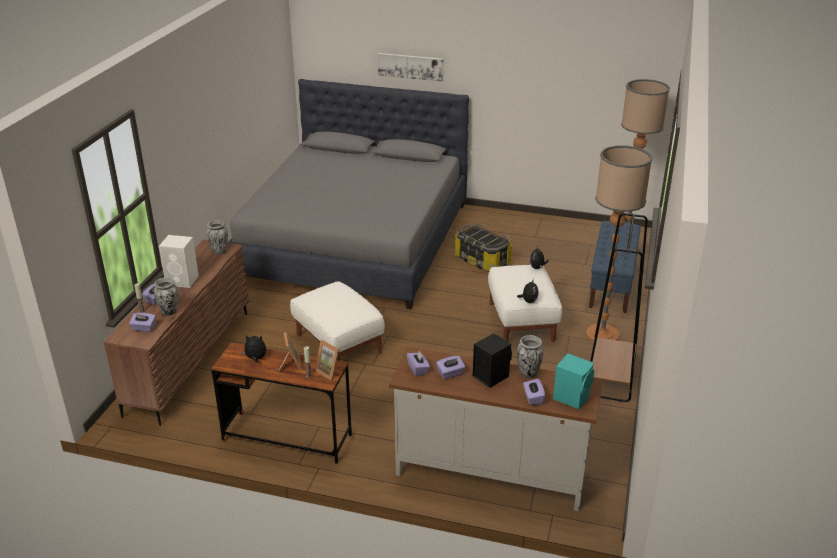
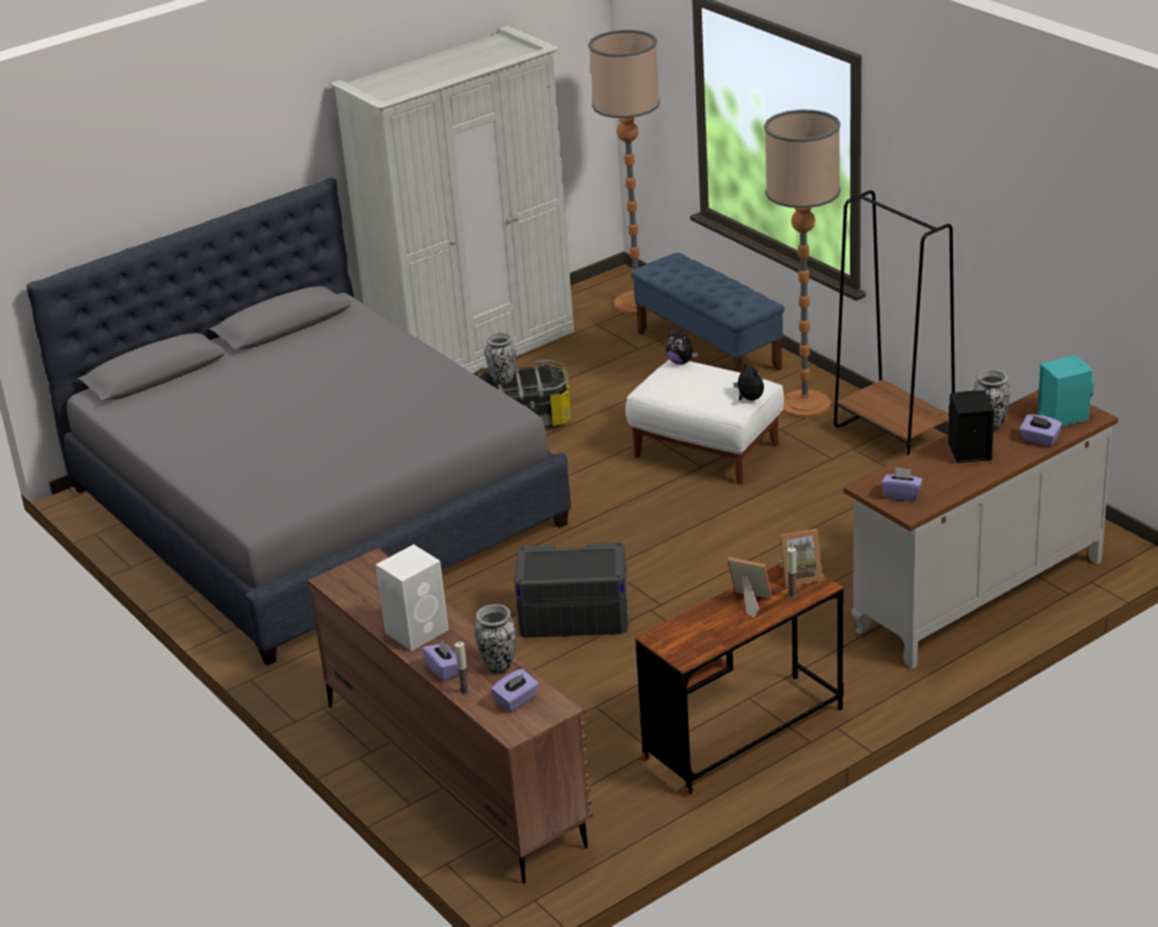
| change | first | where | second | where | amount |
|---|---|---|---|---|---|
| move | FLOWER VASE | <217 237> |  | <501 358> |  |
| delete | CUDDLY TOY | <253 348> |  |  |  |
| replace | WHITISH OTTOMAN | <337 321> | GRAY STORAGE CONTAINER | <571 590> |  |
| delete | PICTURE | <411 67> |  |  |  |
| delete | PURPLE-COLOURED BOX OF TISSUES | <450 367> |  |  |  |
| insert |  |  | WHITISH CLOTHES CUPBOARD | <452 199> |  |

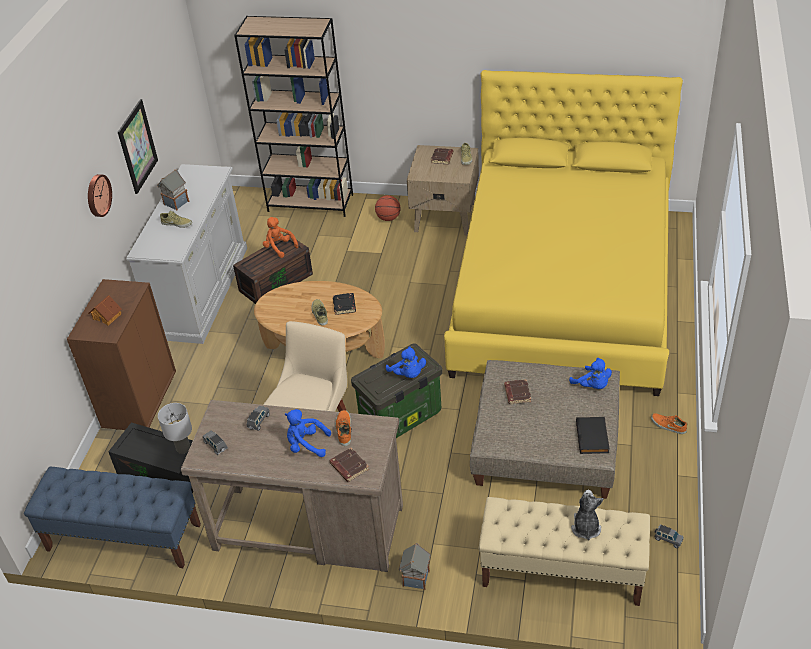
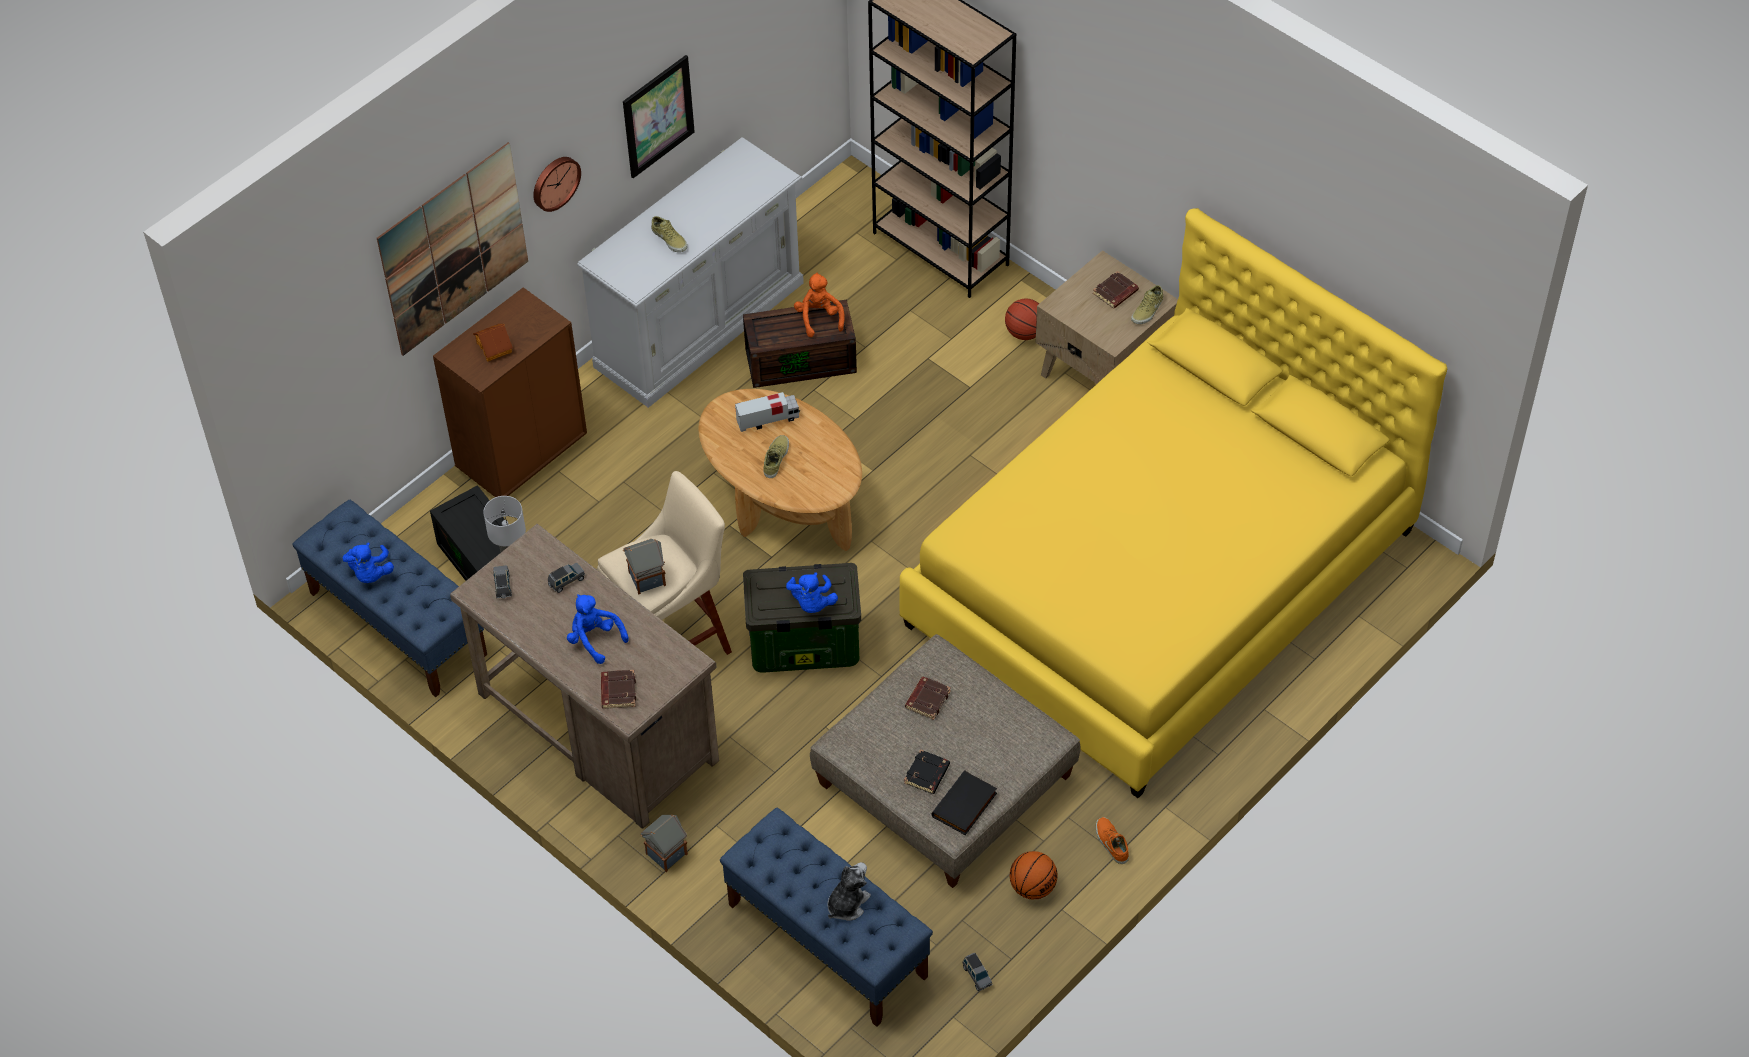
| change | first | where | second | where | amount |
|---|---|---|---|---|---|
| move | TOY HOUSE | <173 190> |  | <644 567> |  |
| move | BLACK-COLOURED VOLUME | <344 304> |  | <927 771> |  |
| delete | ORANGE ITEM OF FOOTWEAR | <343 428> |  |  |  |
| recolor | BEIGE INDOOR BENCH | <564 551> | BLUISH INDOOR BENCH | <826 917> |  |
| move | BLUISH CUDDLY TOY | <590 373> |  | <368 563> |  |
| insert |  |  | PICTURE | <452 249> |  |
| insert |  |  | TOY LORRY | <767 412> |  |
| insert |  |  | BASKETBALL | <1034 875> |  |

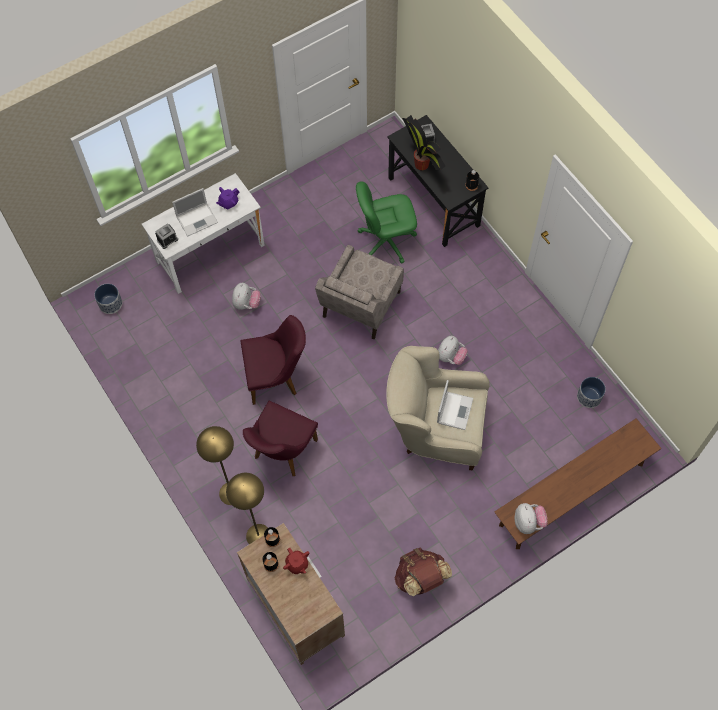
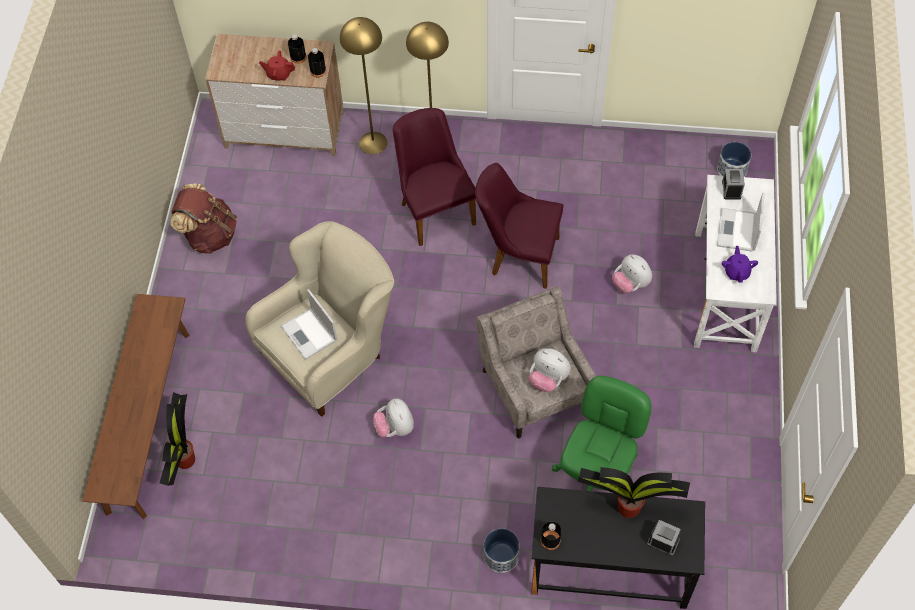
| change | first | where | second | where | amount |
|---|---|---|---|---|---|
| rotate | PURPLE-COLOURED CHAIR | <273 360> |  | <519 226> | 75 degrees clockwise |
| move | CUDDLY TOY | <531 518> |  | <550 370> |  |
| move | PLANT POT | <591 392> |  | <502 550> |  |
| insert |  |  | POTTED PLANT | <177 439> |  |

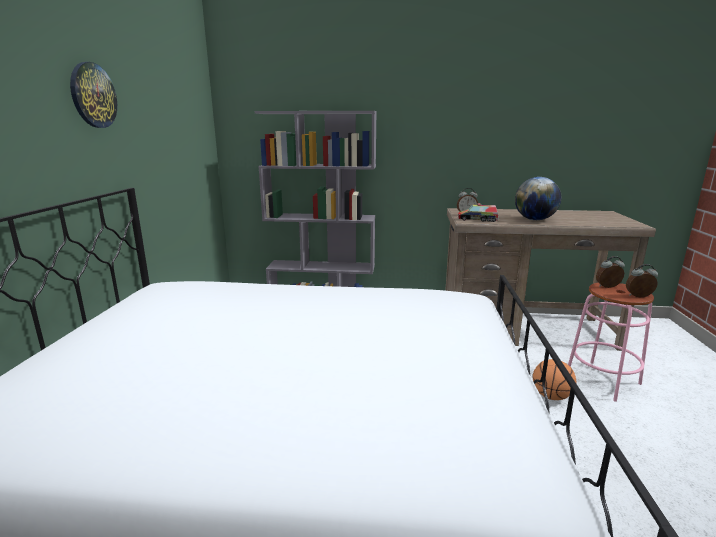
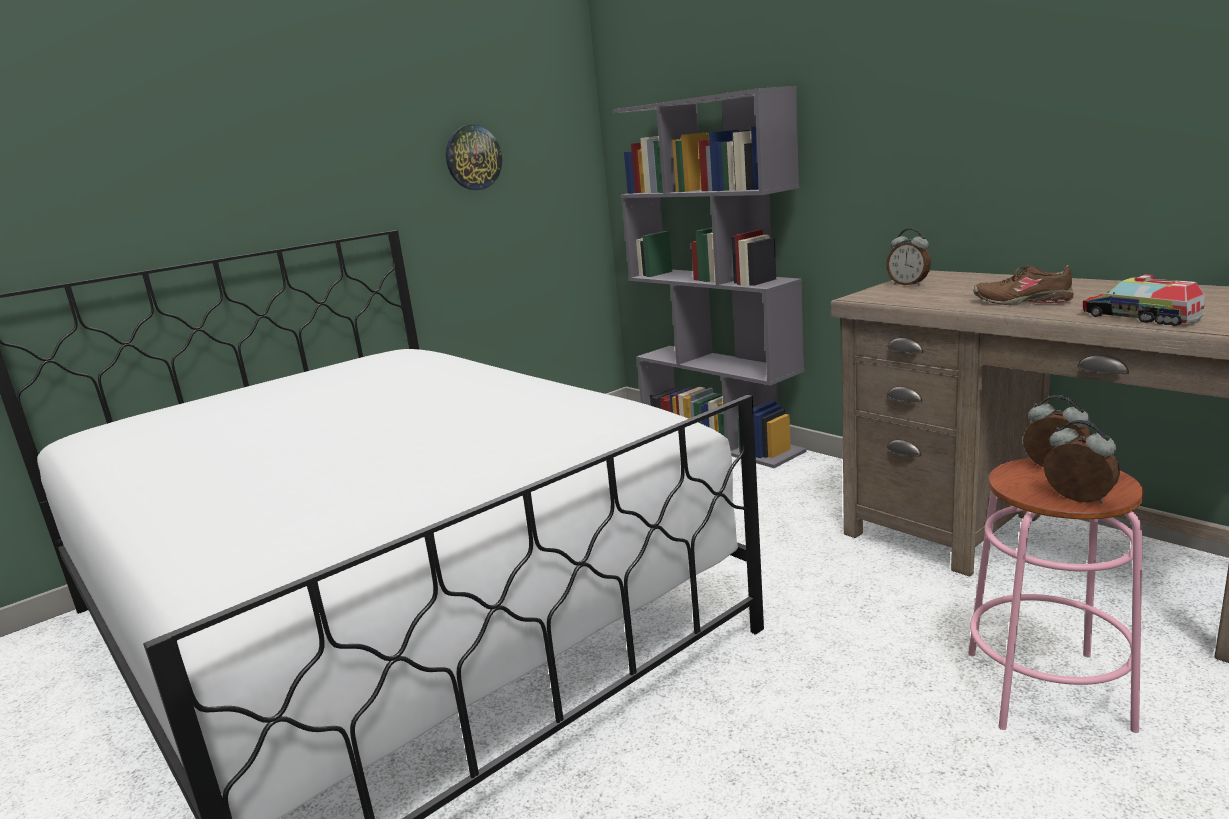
| change | first | where | second | where | amount |
|---|---|---|---|---|---|
| move | WALL CLOCK | <93 95> |  | <474 157> |  |
| move | TOY LORRY | <478 212> |  | <1143 300> |  |
| replace | GLOBE | <538 198> | BROWNISH ITEM OF FOOTWEAR | <1023 285> |  |
| delete | BASKETBALL | <554 379> |  |  |  |

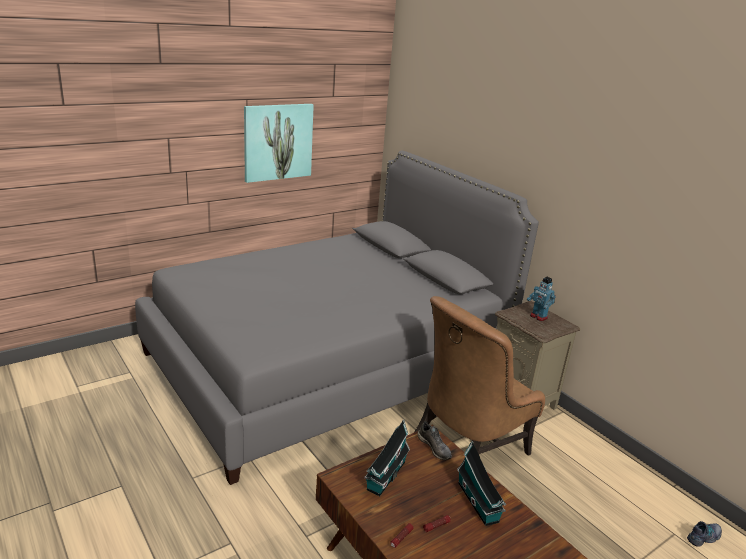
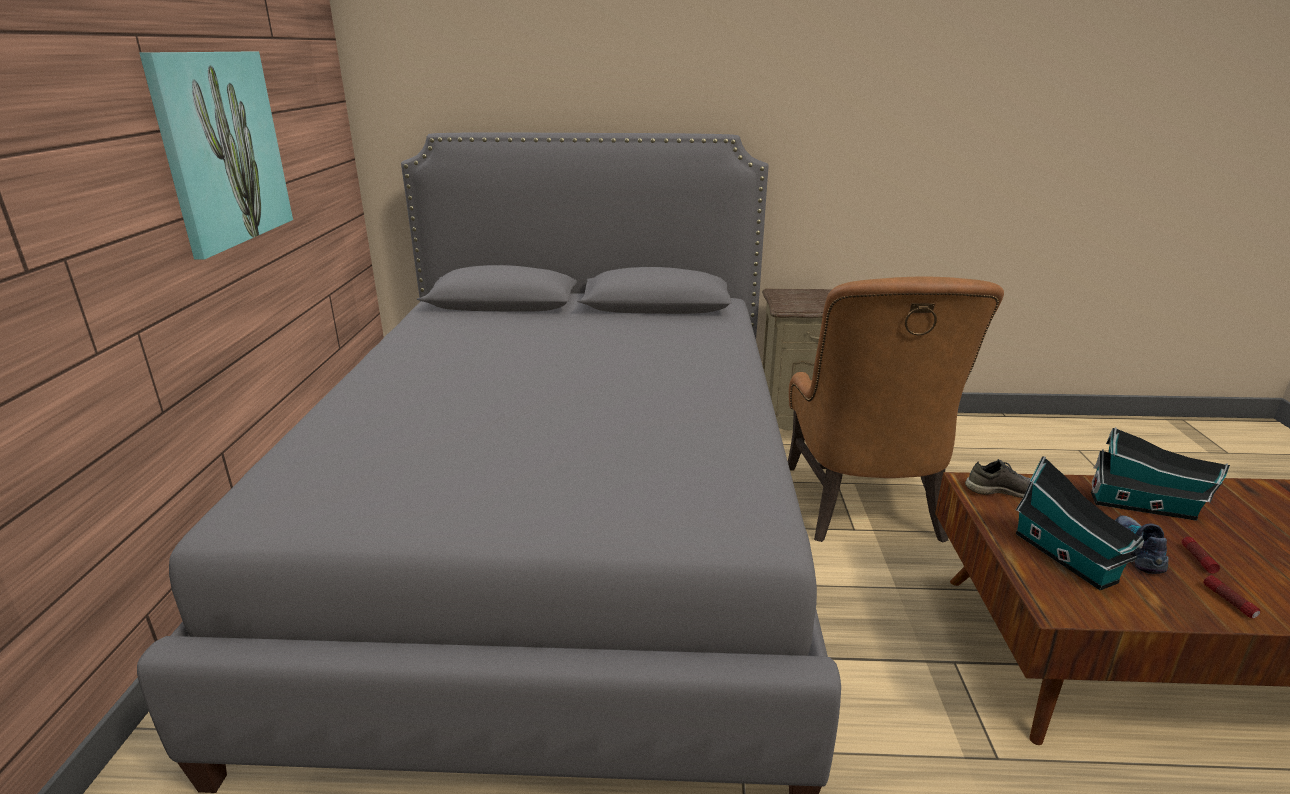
| change | first | where | second | where | amount |
|---|---|---|---|---|---|
| delete | ROBOT FIGURE | <541 299> |  |  |  |
| move | ITEM OF FOOTWEAR | <704 534> |  | <1142 545> |  |

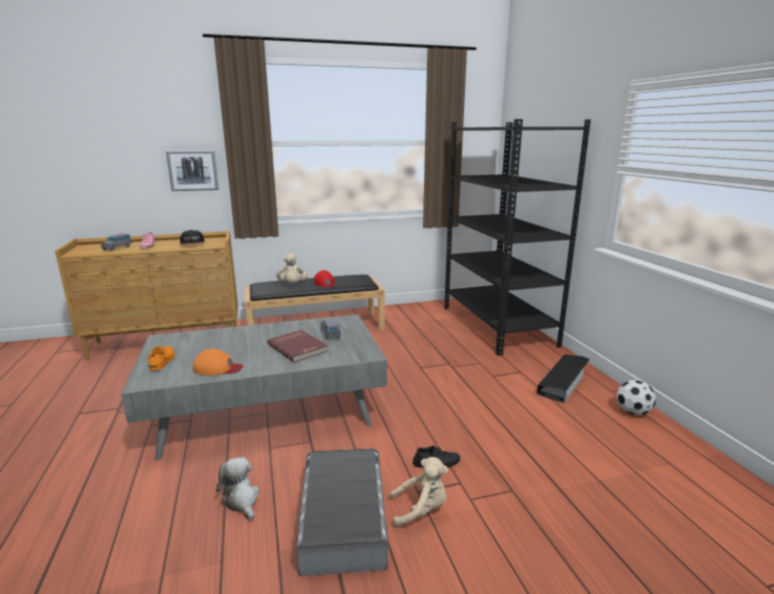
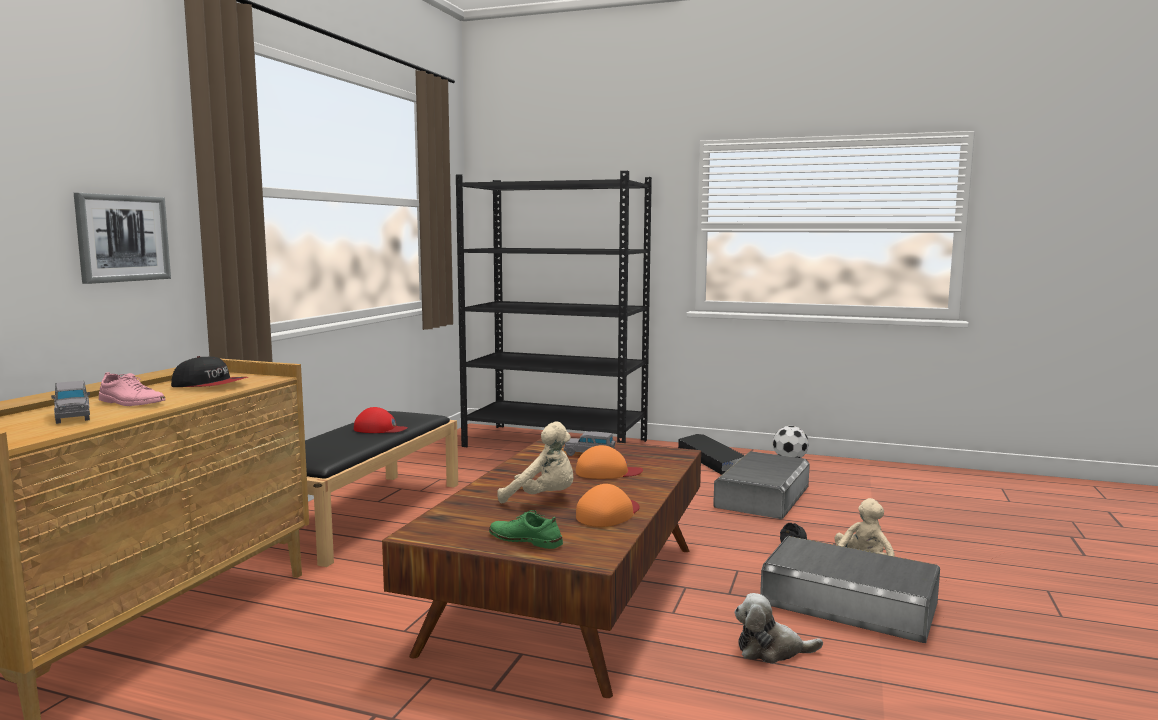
| change | first | where | second | where | amount |
|---|---|---|---|---|---|
| recolor | GRAY LOUNGE TABLE | <254 387> | BROWNISH LOUNGE TABLE | <541 568> |  |
| recolor | ORANGE ITEM OF FOOTWEAR | <161 358> | GREEN-COLOURED ITEM OF FOOTWEAR | <526 529> |  |
| replace | REDDISH VOLUME | <297 346> | ORANGE BASEBALL CAP | <609 462> |  |
| move | BEIGE CUDDLY TOY | <292 268> |  | <536 462> |  |
| insert |  |  | GRAY STORAGE CONTAINER | <761 485> |  |

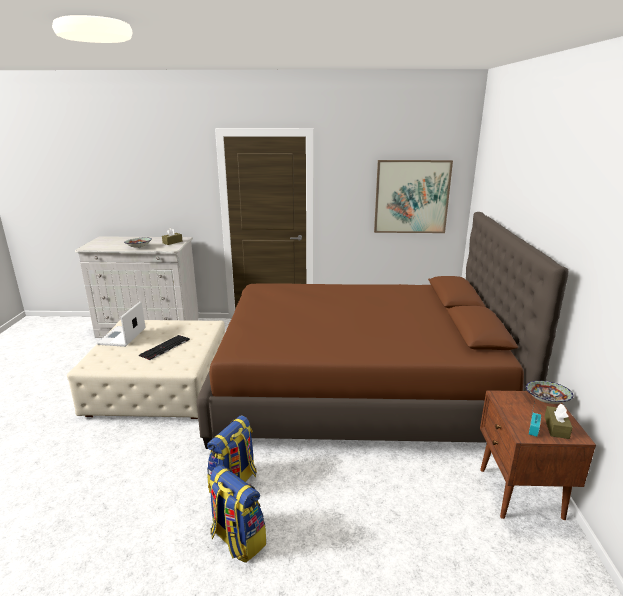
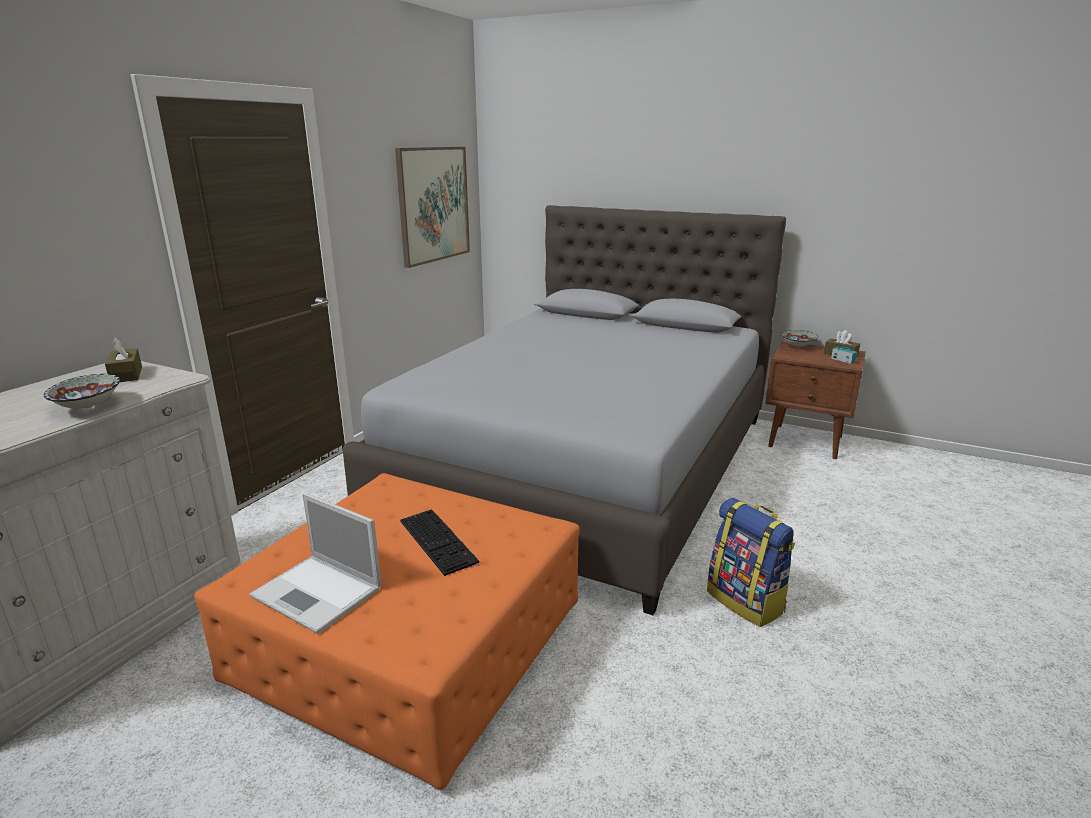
| change | first | where | second | where | amount |
|---|---|---|---|---|---|
| recolor | BEIGE OTTOMAN | <146 369> | ORANGE OTTOMAN | <387 631> |  |
| recolor | BROWNISH SLEEPING BED | <383 330> | GRAY SLEEPING BED | <564 410> |  |
| delete | BACKPACK | <237 514> |  |  |  |

